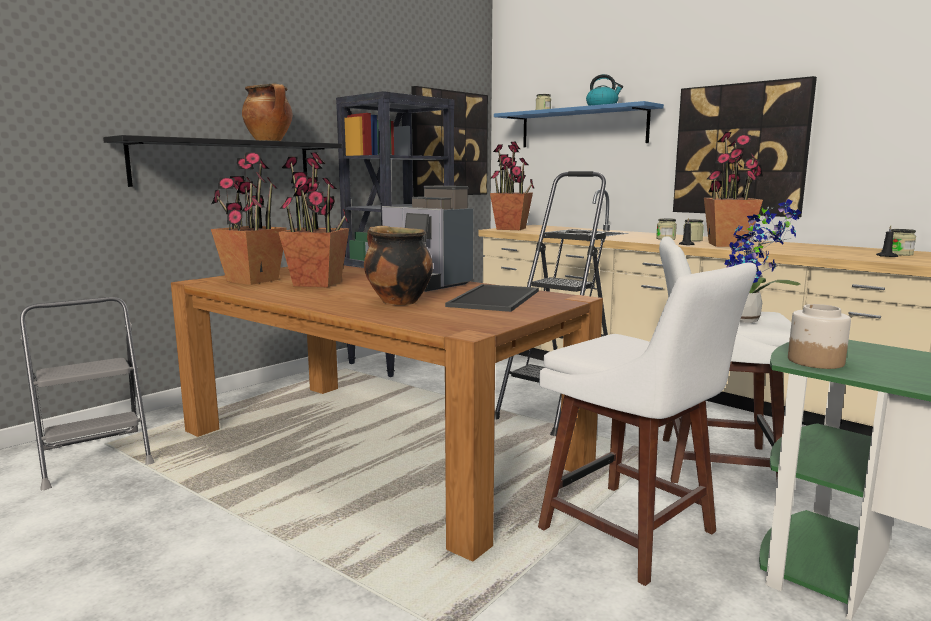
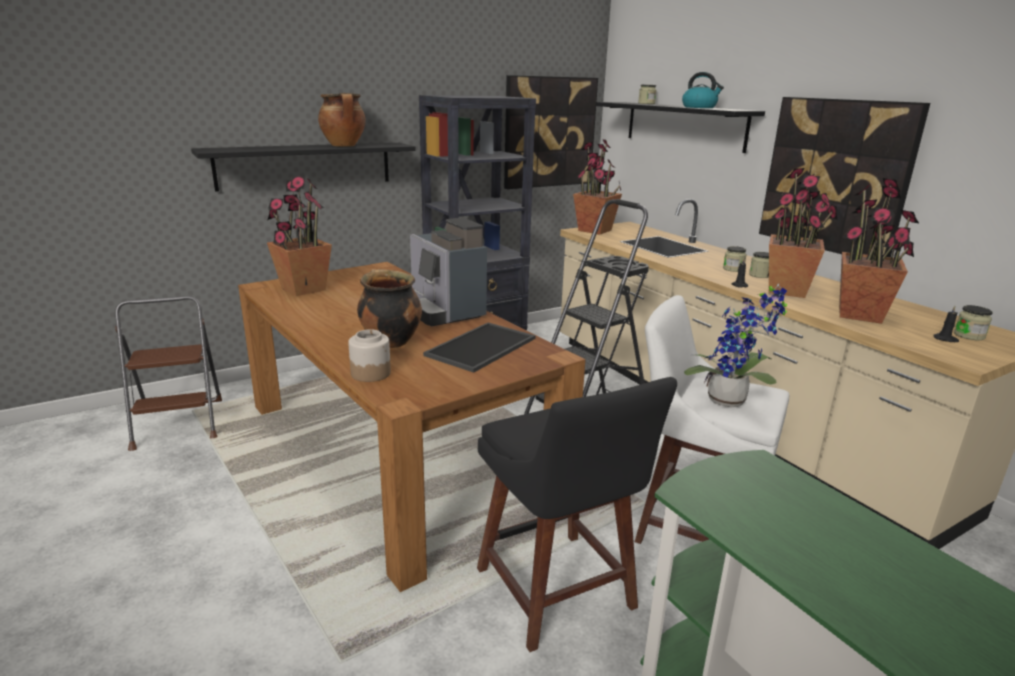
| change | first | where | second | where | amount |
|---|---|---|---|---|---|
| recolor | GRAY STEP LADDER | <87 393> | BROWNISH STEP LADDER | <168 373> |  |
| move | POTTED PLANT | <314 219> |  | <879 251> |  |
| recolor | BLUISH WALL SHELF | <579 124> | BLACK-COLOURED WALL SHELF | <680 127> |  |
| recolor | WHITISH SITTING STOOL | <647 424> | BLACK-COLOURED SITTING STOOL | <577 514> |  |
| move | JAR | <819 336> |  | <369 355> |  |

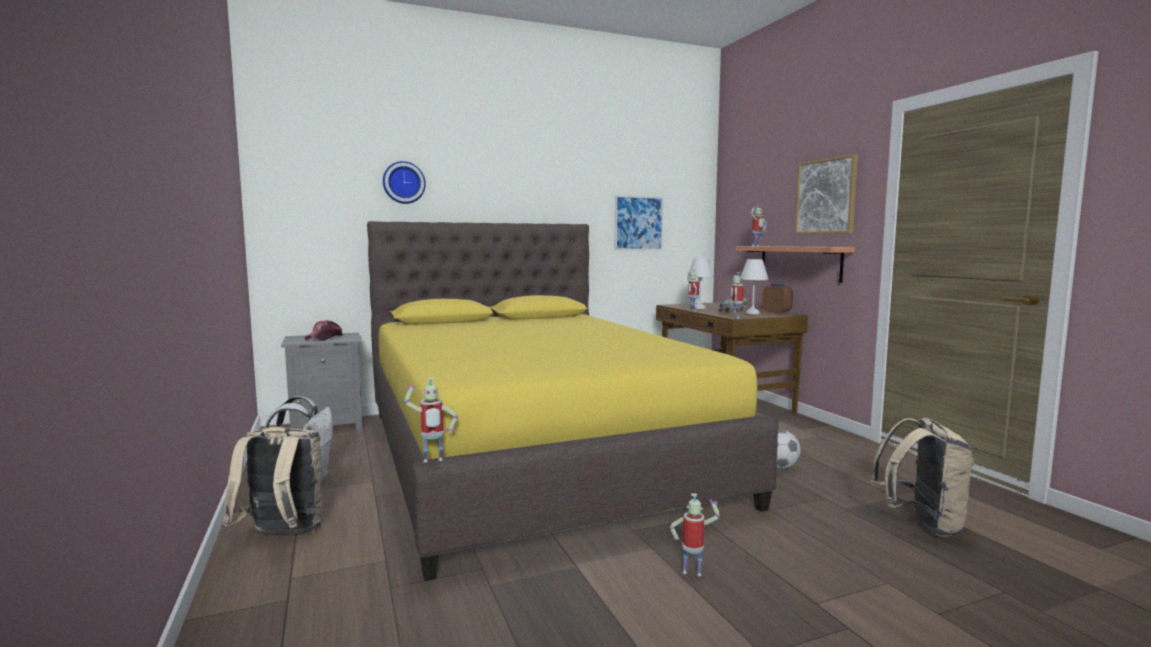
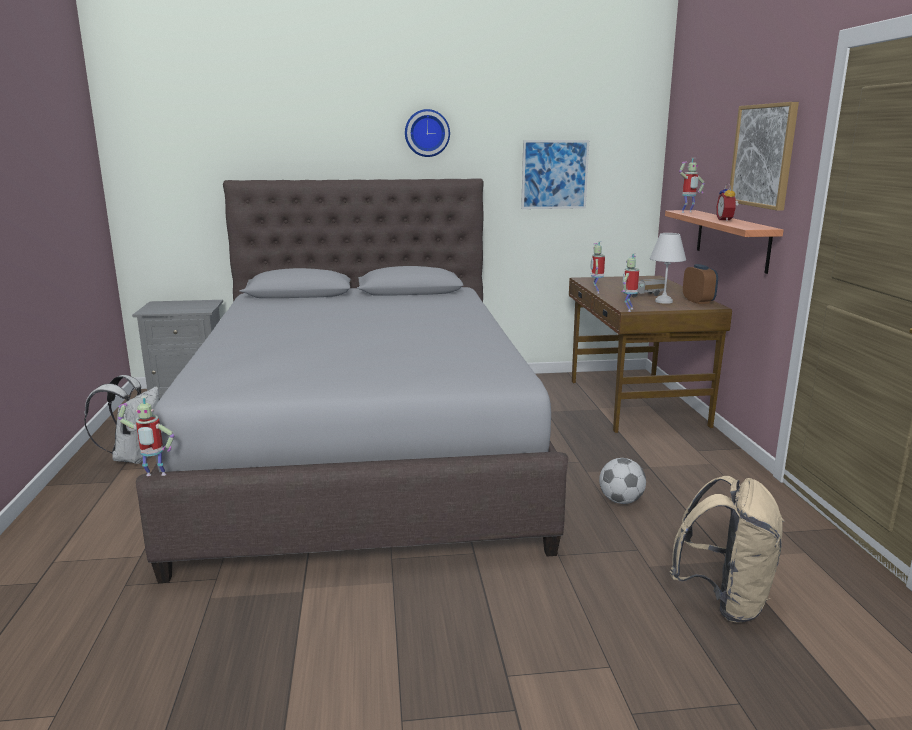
| change | first | where | second | where | amount |
|---|---|---|---|---|---|
| delete | BEIGE BACKPACK | <273 480> |  |  |  |
| delete | BASEBALL CAP | <324 330> |  |  |  |
| recolor | YELLOW-COLOURED SLEEPING BED | <573 401> | GRAY SLEEPING BED | <352 380> |  |
| move | WALL CLOCK | <404 182> |  | <427 133> |  |
| delete | ROBOT FIGURE | <695 534> |  |  |  |
| delete | WHITISH LAMP FOR A TABLE | <700 283> |  |  |  |
| insert |  |  | ALARM CLOCK | <727 202> |  |

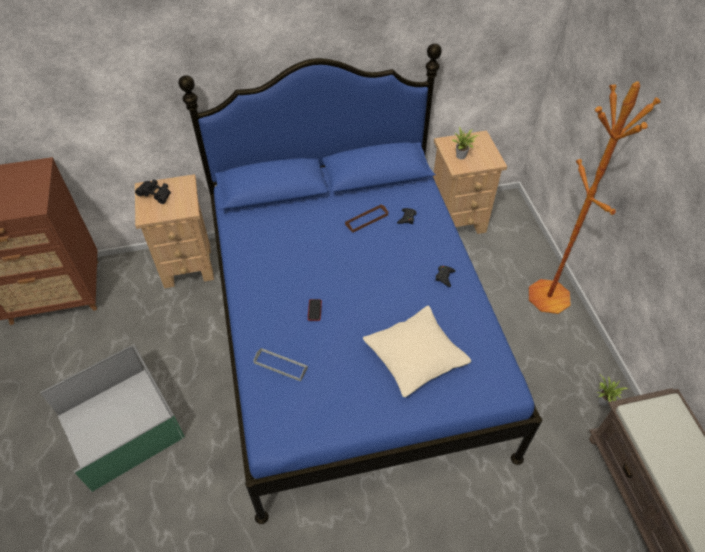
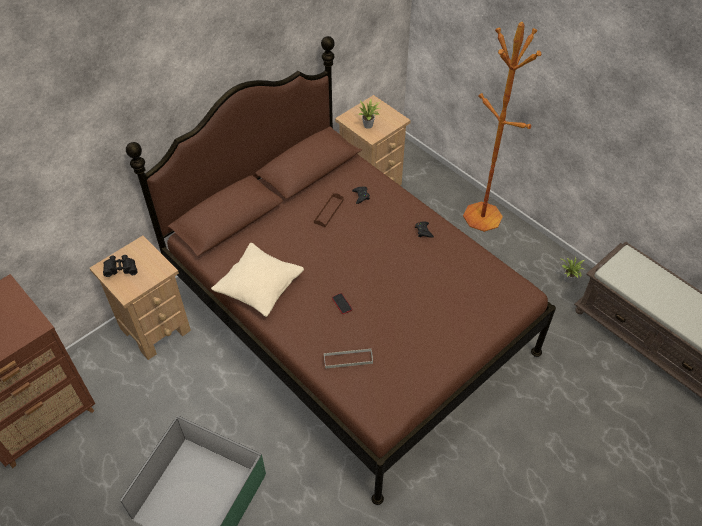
| change | first | where | second | where | amount |
|---|---|---|---|---|---|
| recolor | BLUISH SLEEPING BED | <360 284> | BROWNISH SLEEPING BED | <341 270> |  |
| move | BEIGE PILLOW | <417 351> |  | <257 280> |  |

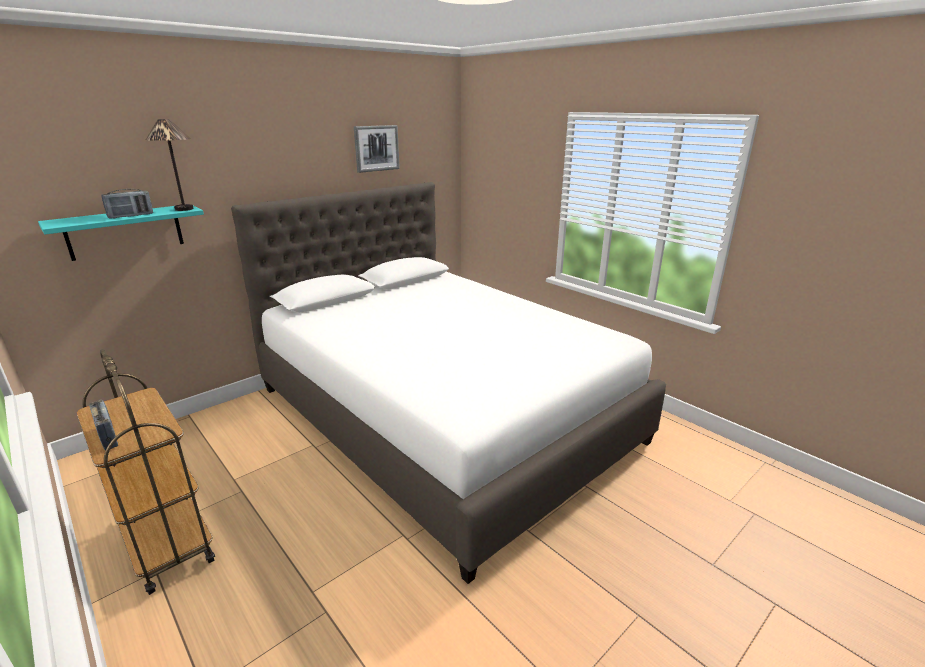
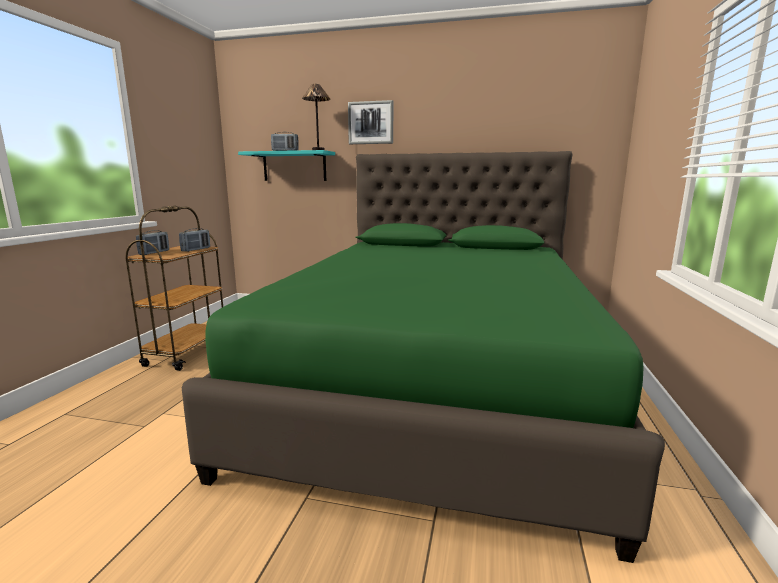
| change | first | where | second | where | amount |
|---|---|---|---|---|---|
| recolor | WHITISH SLEEPING BED | <448 383> | GREEN-COLOURED SLEEPING BED | <423 357> |  |
| move | PICTURE | <377 149> |  | <370 122> |  |
| insert |  |  | RADIO | <194 240> |  |

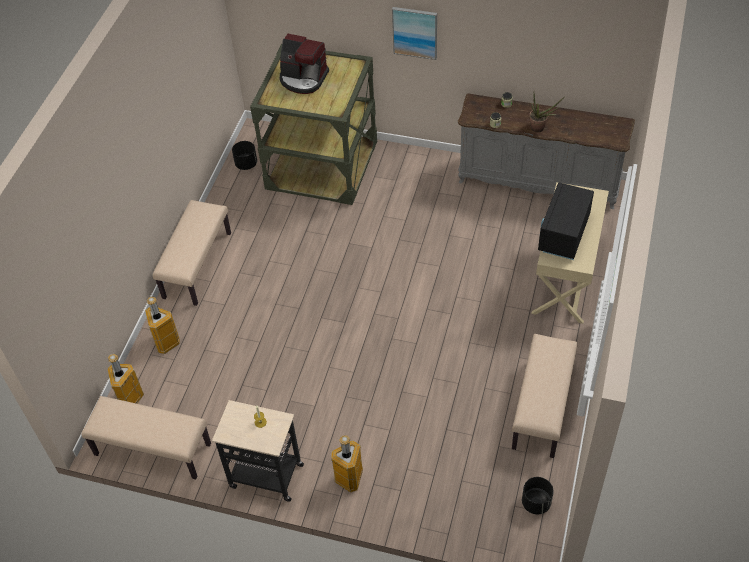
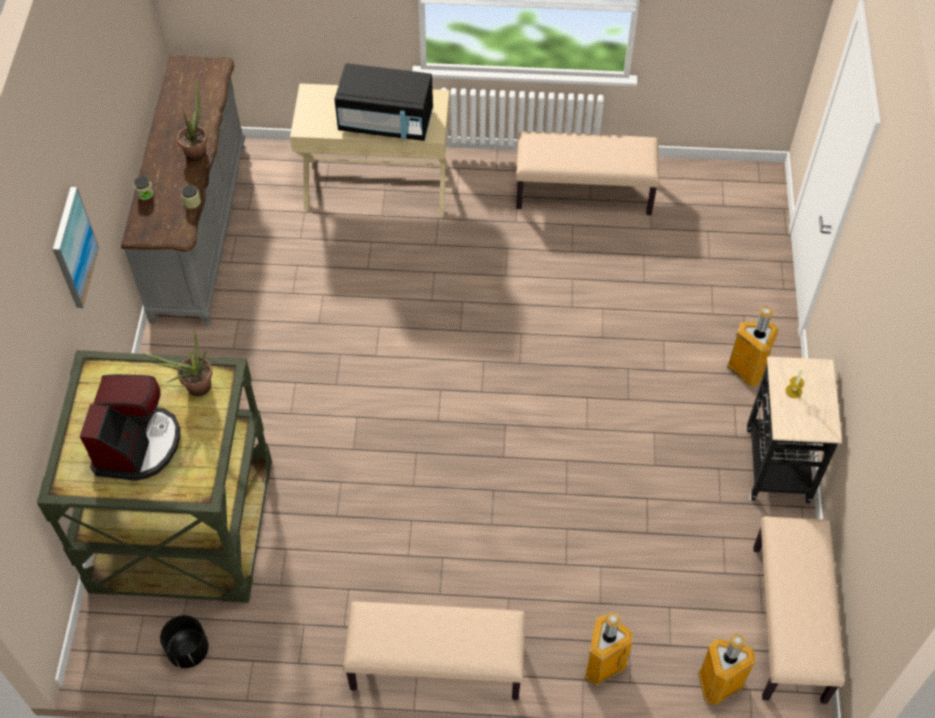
| change | first | where | second | where | amount |
|---|---|---|---|---|---|
| delete | BLACK-COLOURED PLANT POT | <538 495> |  |  |  |
| insert |  |  | POTTED PLANT | <177 363> |  |

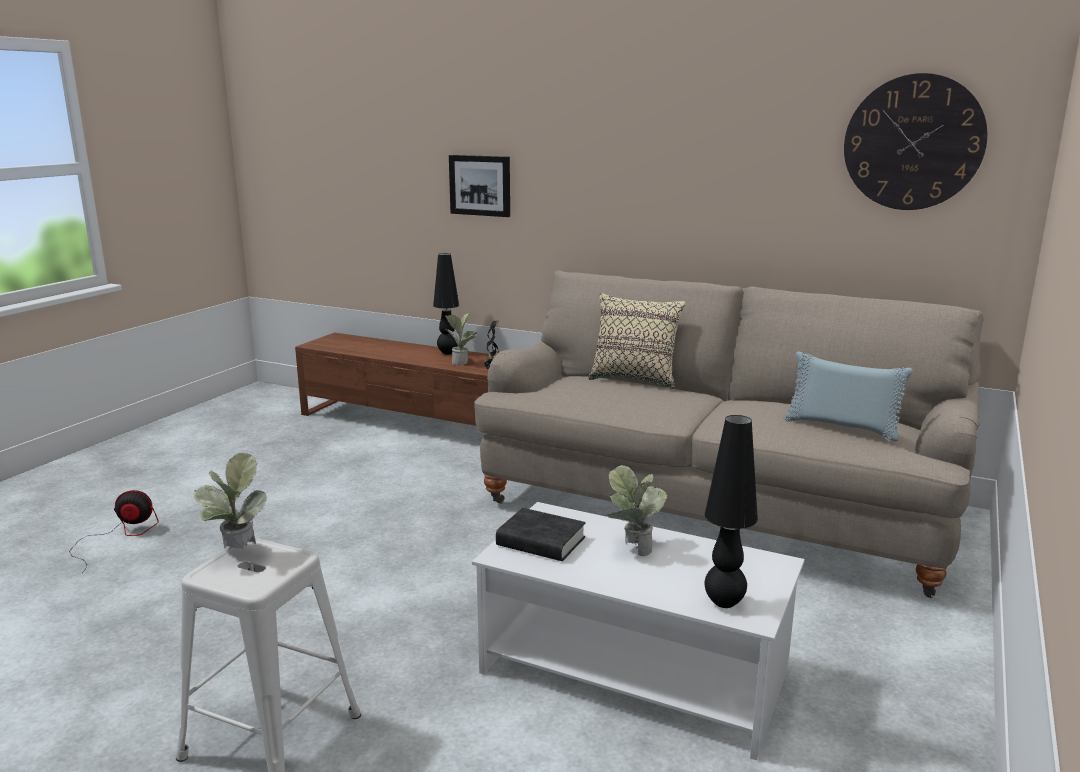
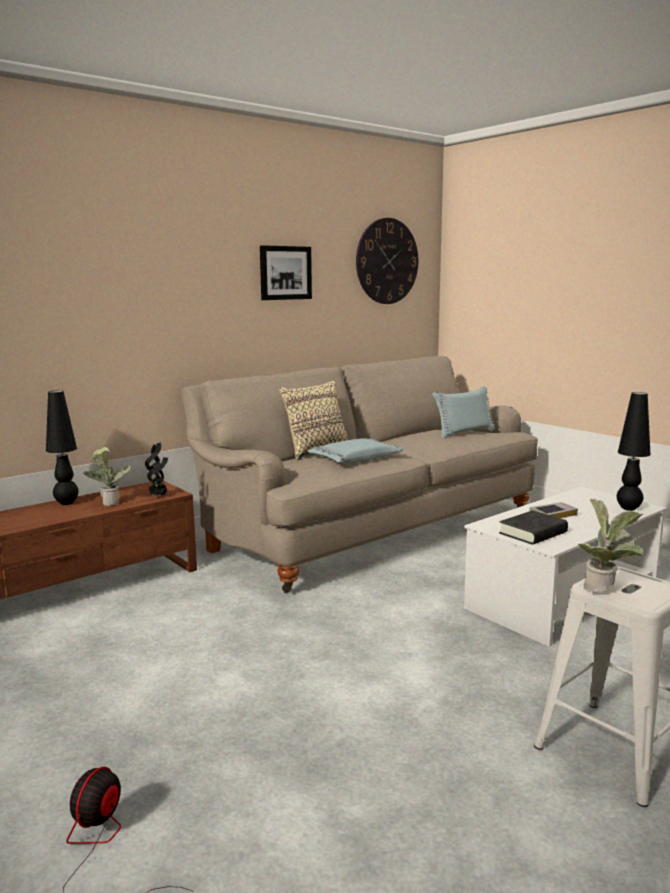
| change | first | where | second | where | amount |
|---|---|---|---|---|---|
| move | PICTURE | <479 186> |  | <286 272> |  |
| replace | POTTED PLANT | <637 510> | VOLUME | <553 510> |  |
| insert |  |  | BLUISH PILLOW | <355 451> |  |

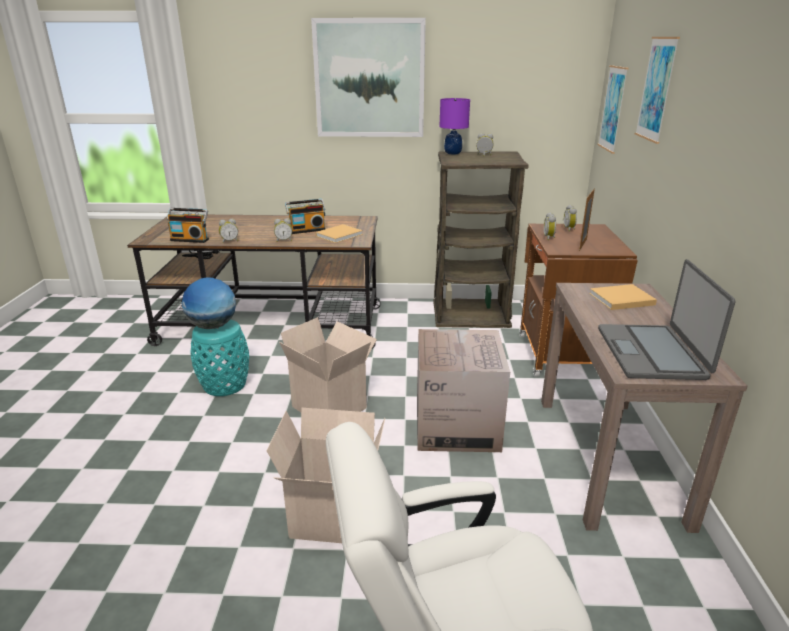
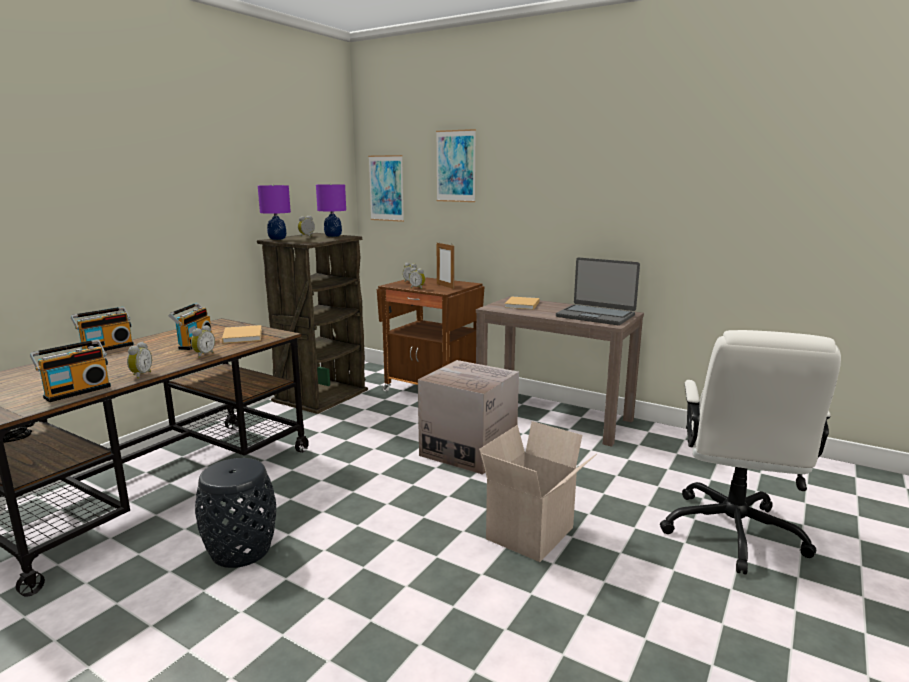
| change | first | where | second | where | amount |
|---|---|---|---|---|---|
| delete | GLOBE | <209 303> |  |  |  |
| recolor | BLUE-GREEN SITTING STOOL | <220 357> | BLACK-COLOURED SITTING STOOL | <235 513> |  |
| delete | CARDBOARD BOX | <328 364> |  |  |  |
| delete | PICTURE | <368 77> |  |  |  |
| insert |  |  | RADIO | <102 329> |  |
| insert |  |  | PURPLE-COLOURED LAMP FOR A TABLE | <331 210> |  |

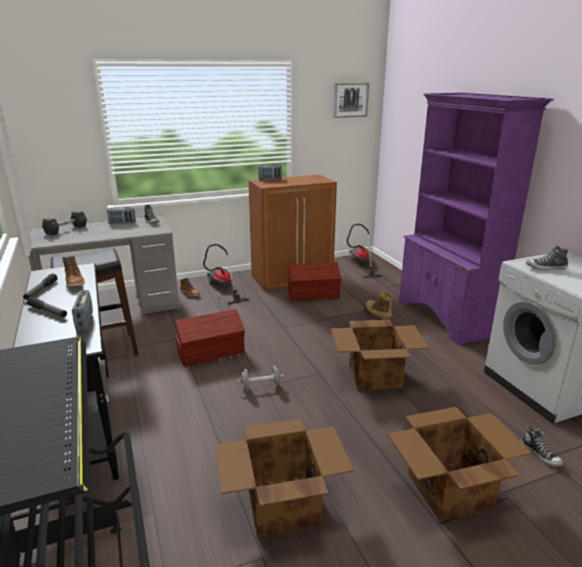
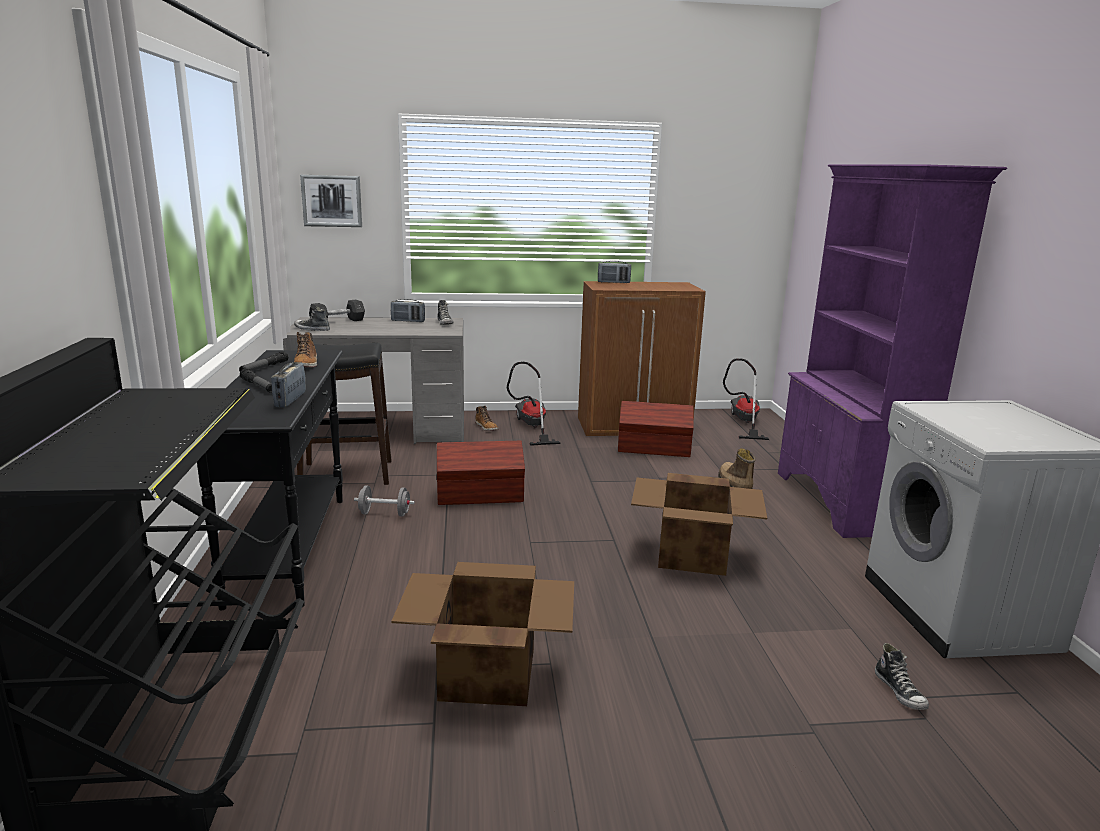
| change | first | where | second | where | amount |
|---|---|---|---|---|---|
| move | GRAY FREE WEIGHT | <260 379> |  | <384 501> |  |
| move | PICTURE | <351 100> |  | <331 201> |  |
| delete | CARDBOARD BOX | <459 464> |  |  |  |
| move | ITEM OF FOOTWEAR | <547 257> |  | <312 318> |  |

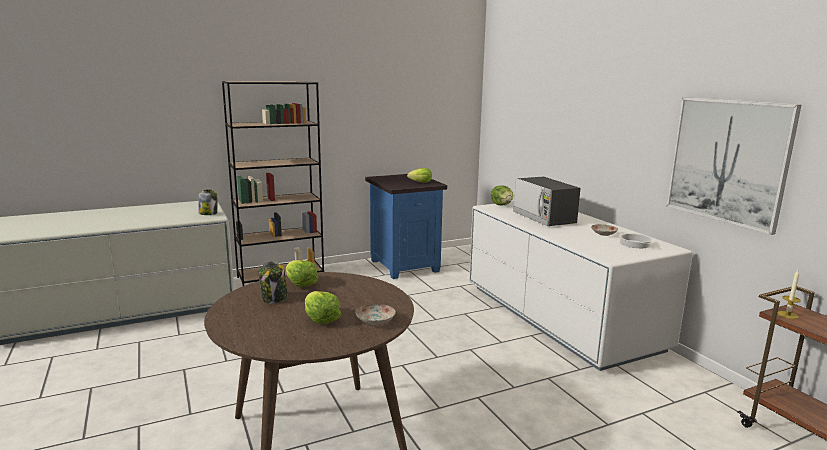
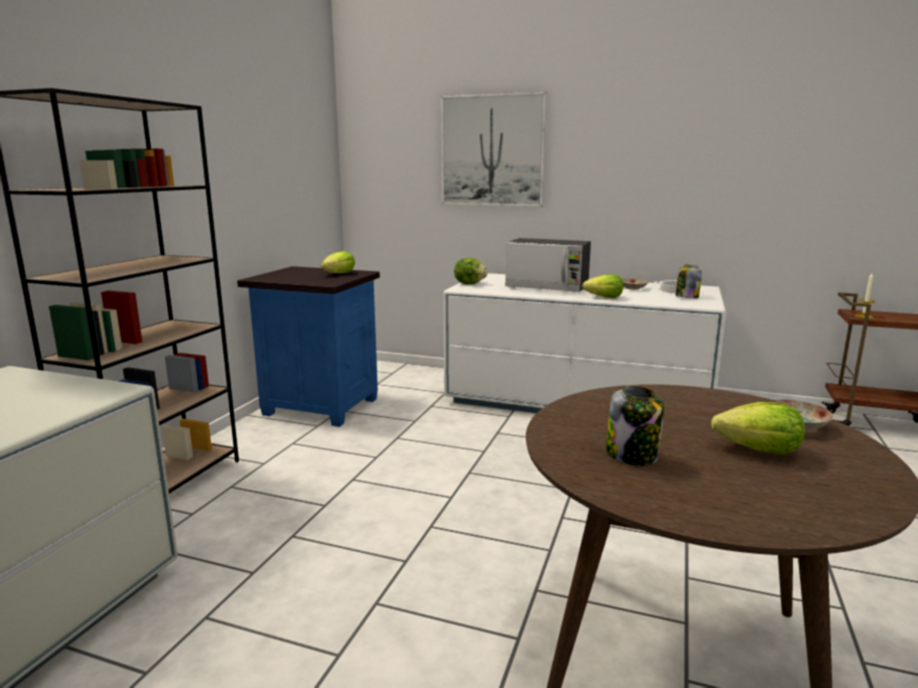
| change | first | where | second | where | amount |
|---|---|---|---|---|---|
| move | JAR | <207 202> |  | <689 281> |  |
| move | HEAD OF LETTUCE | <302 273> |  | <602 286> |  |
| move | PICTURE | <733 166> |  | <494 149> |  |

